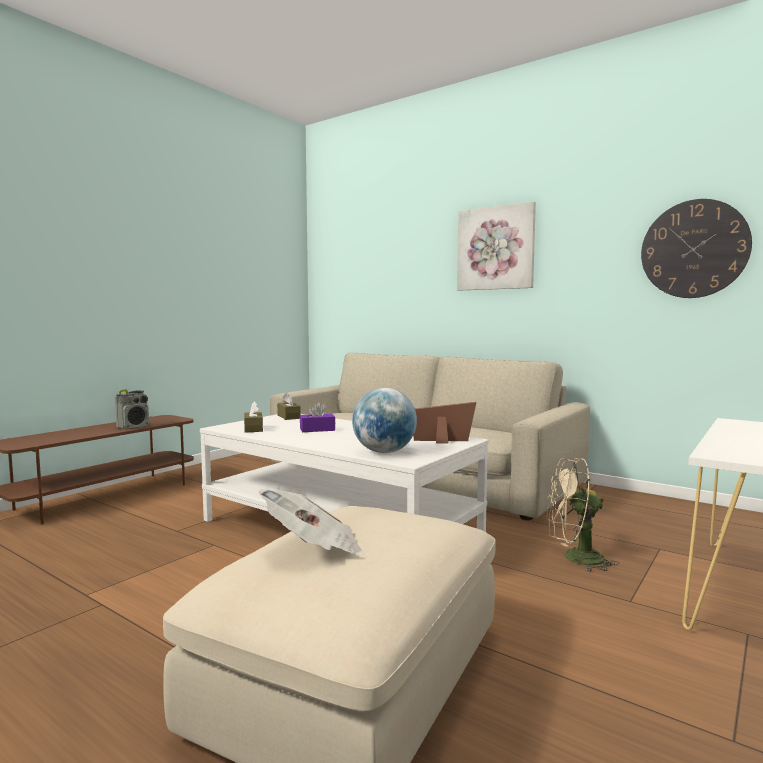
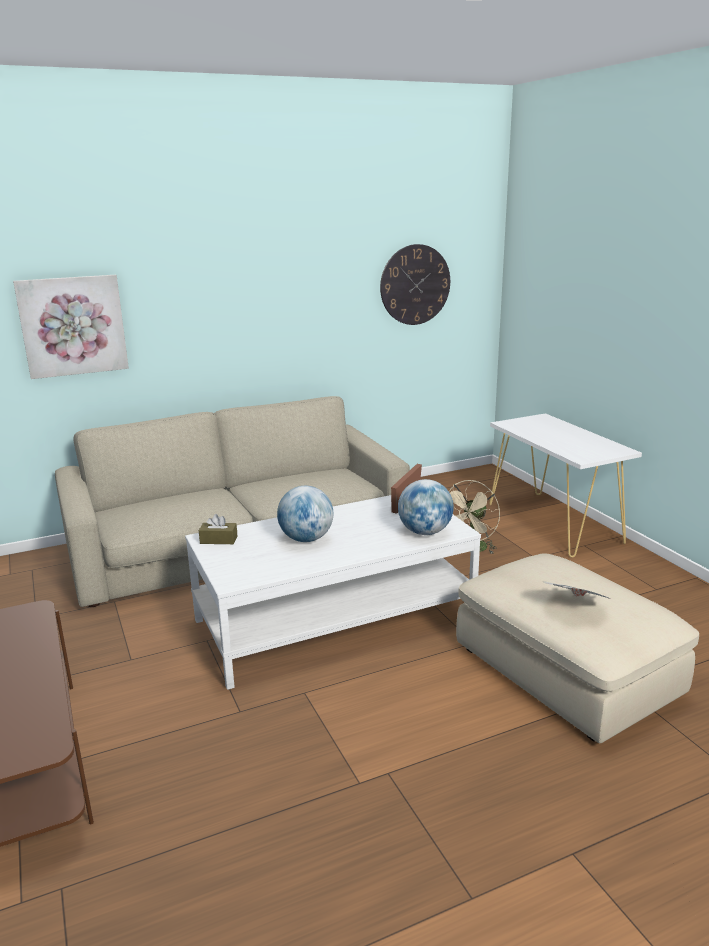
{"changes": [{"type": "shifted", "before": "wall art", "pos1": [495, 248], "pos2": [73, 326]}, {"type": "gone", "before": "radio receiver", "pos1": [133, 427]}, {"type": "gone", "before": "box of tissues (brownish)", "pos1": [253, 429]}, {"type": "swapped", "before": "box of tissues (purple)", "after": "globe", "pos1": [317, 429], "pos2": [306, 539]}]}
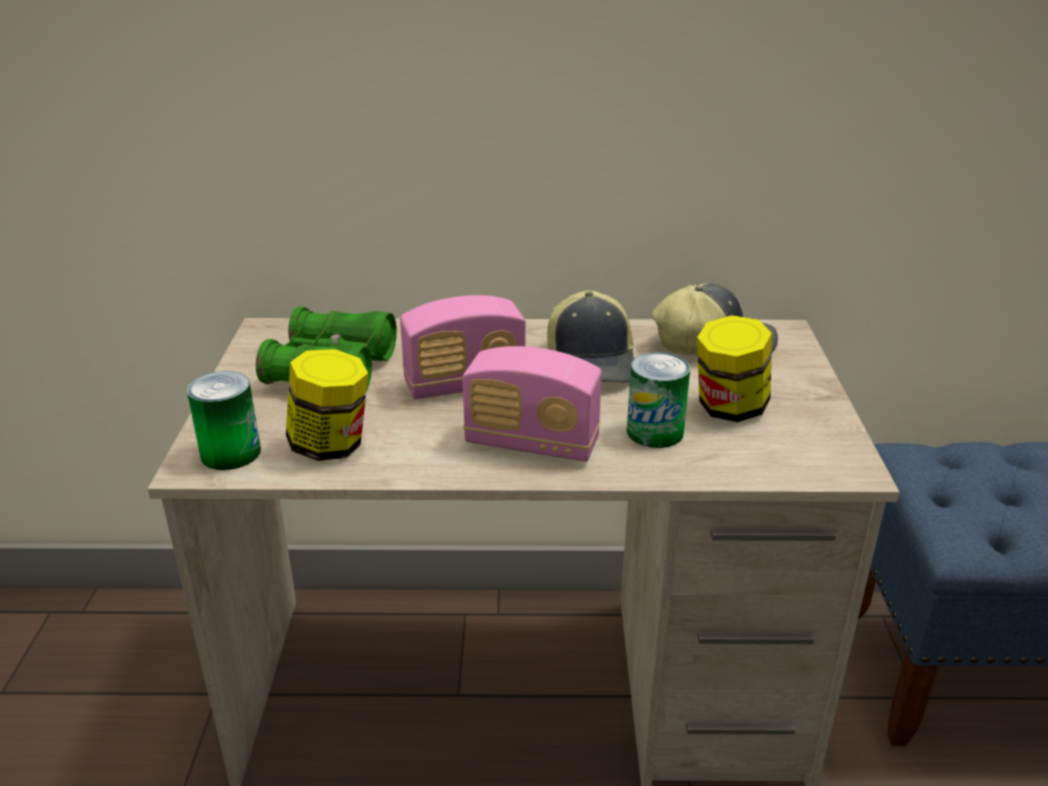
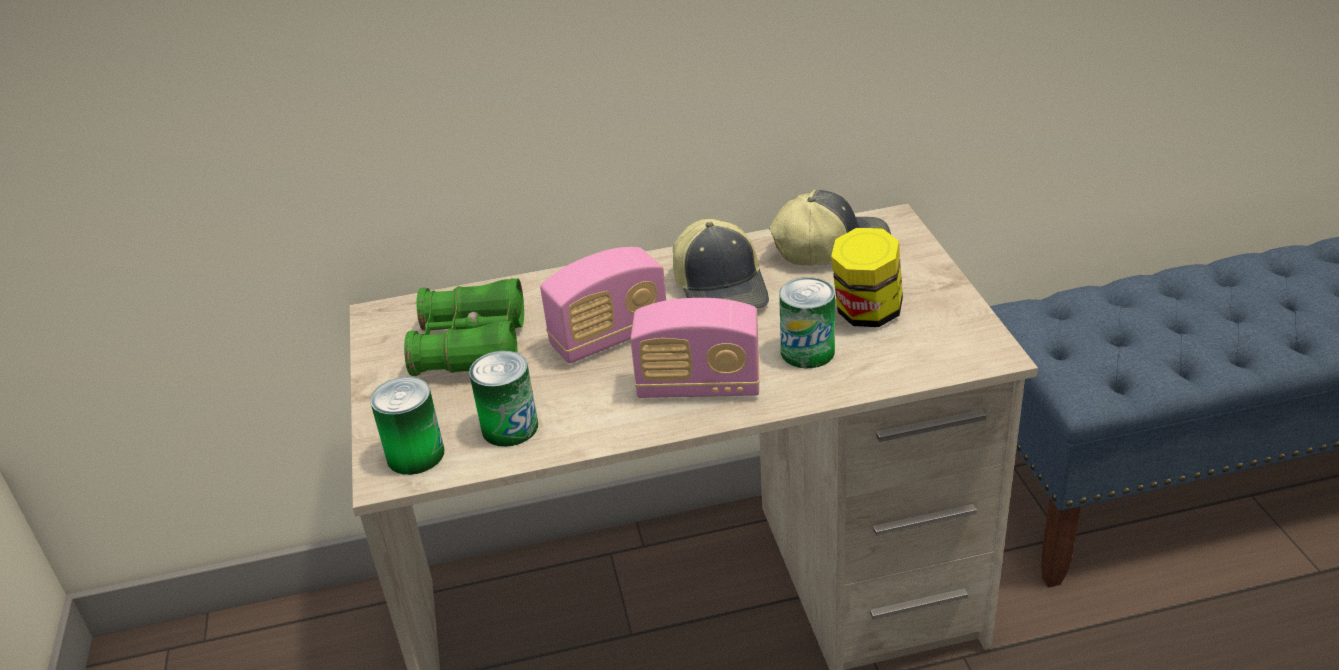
{"changes": [{"type": "swapped", "before": "jar", "after": "metal can", "pos1": [331, 446], "pos2": [510, 427]}]}
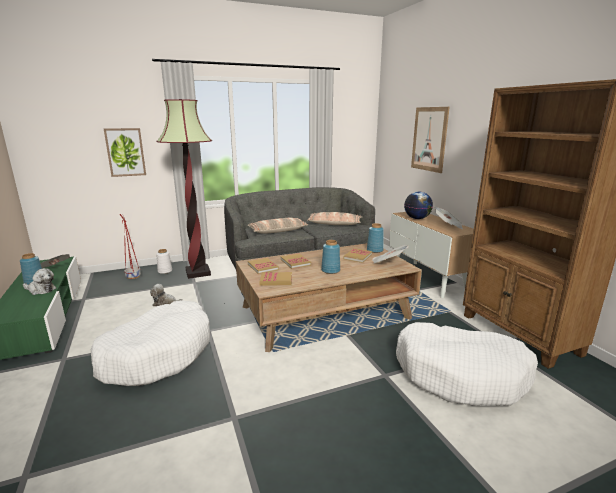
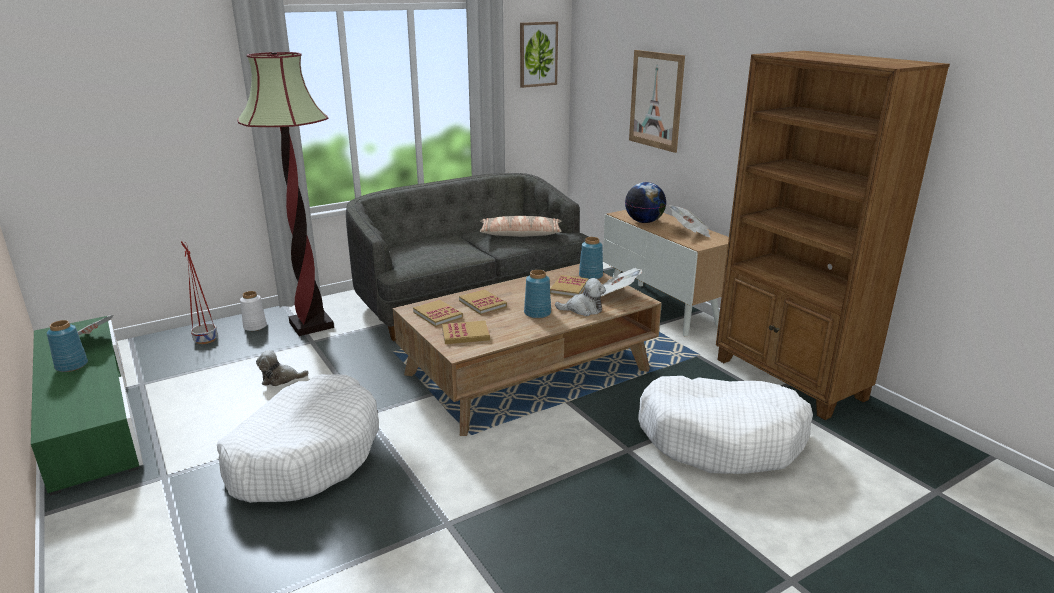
{"changes": [{"type": "shifted", "before": "wall art", "pos1": [125, 152], "pos2": [538, 54]}, {"type": "gone", "before": "pillow", "pos1": [277, 231]}, {"type": "shifted", "before": "cuddly toy", "pos1": [40, 290], "pos2": [583, 309]}]}
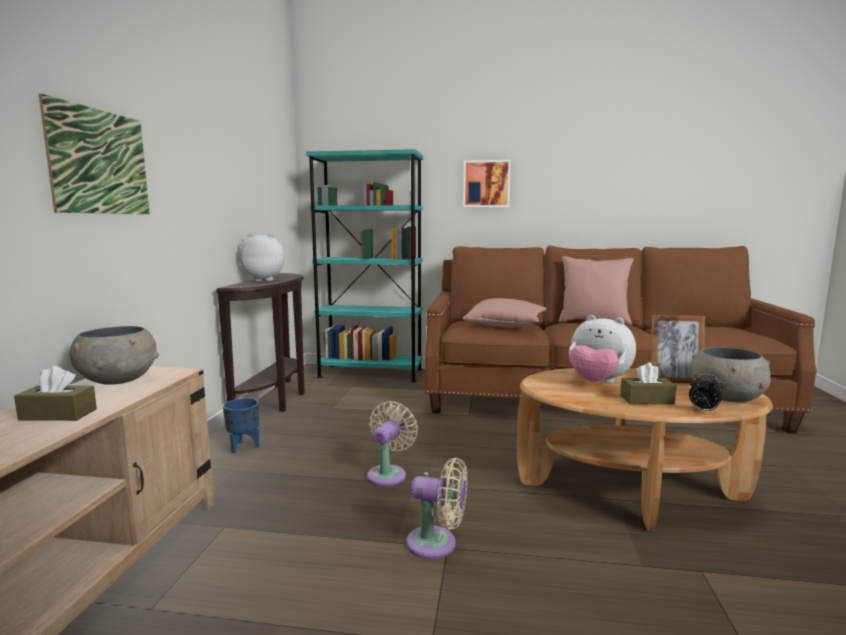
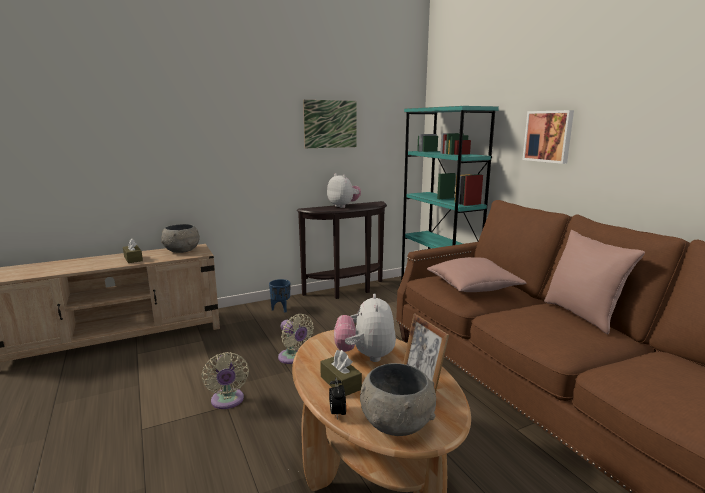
{"changes": [{"type": "shifted", "before": "wall art", "pos1": [100, 162], "pos2": [330, 124]}, {"type": "rotated", "before": "electric fan (beige)", "pos1": [388, 474], "pos2": [293, 358], "turn": 60}]}
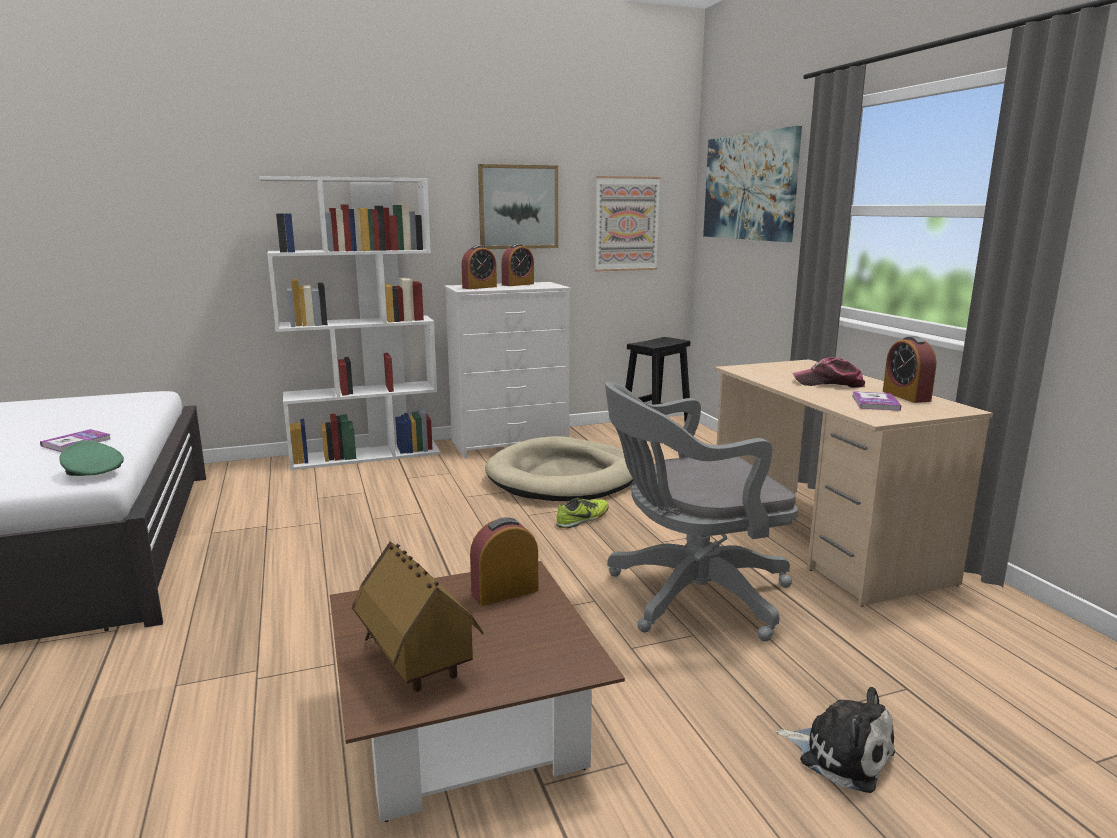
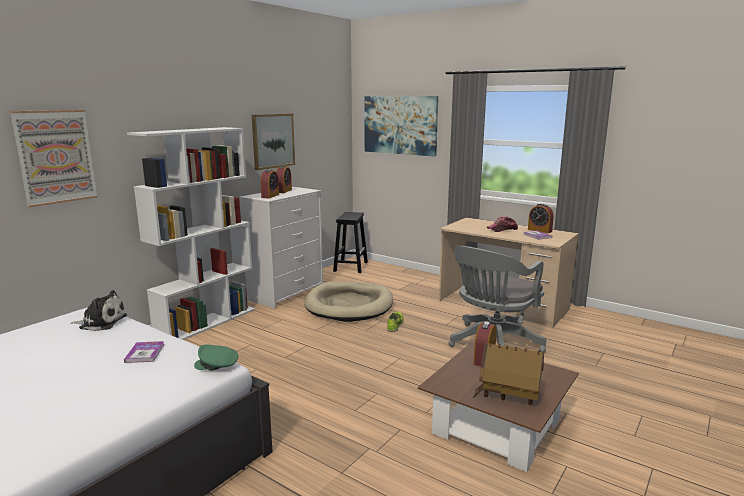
{"changes": [{"type": "shifted", "before": "wall art", "pos1": [626, 224], "pos2": [56, 157]}, {"type": "shifted", "before": "cuddly toy", "pos1": [840, 754], "pos2": [101, 322]}]}
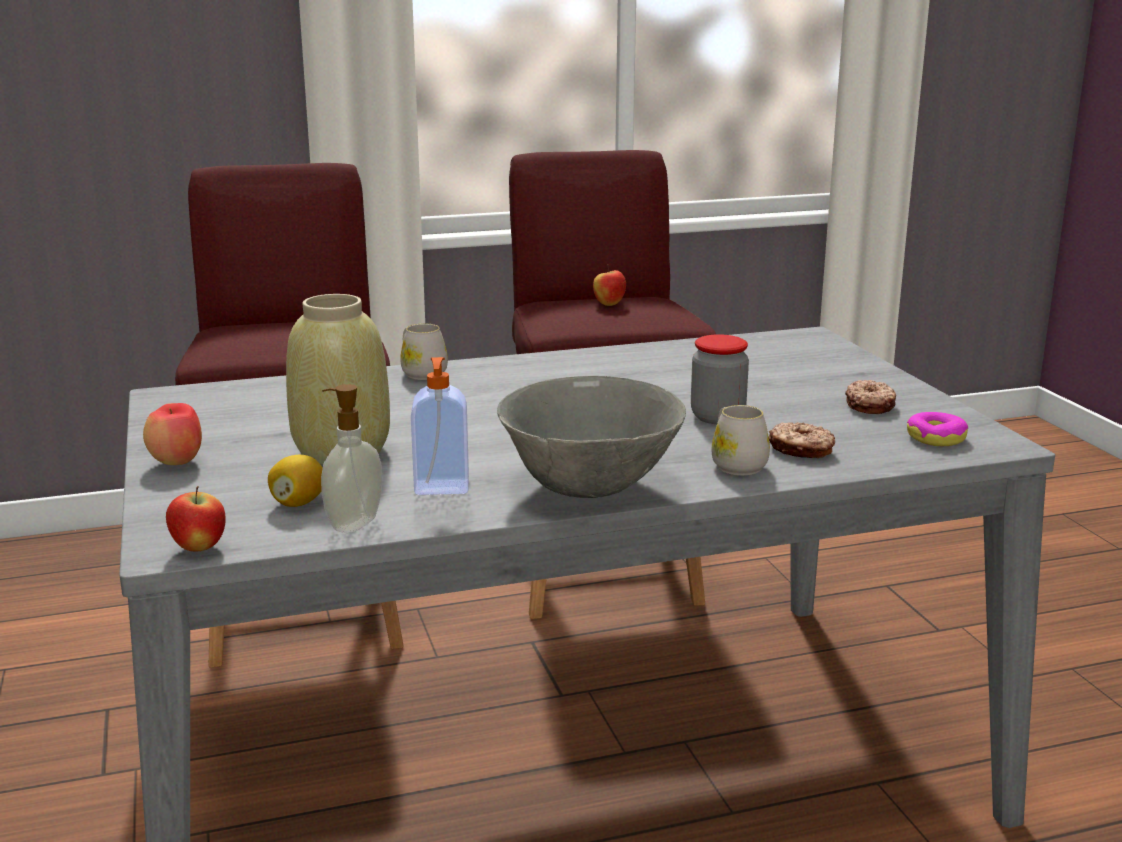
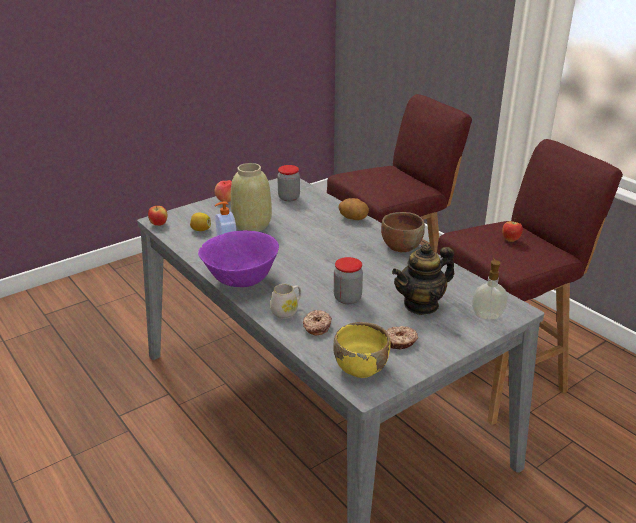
{"changes": [{"type": "swapped", "before": "mug (white-coloured)", "after": "potato", "pos1": [421, 373], "pos2": [353, 218]}, {"type": "repainted", "before": "deep dish (gray)", "after": "deep dish (purple)", "pos1": [591, 488], "pos2": [241, 281]}, {"type": "shifted", "before": "soap bottle", "pos1": [352, 523], "pos2": [487, 315]}, {"type": "swapped", "before": "doughnut", "after": "deep dish (yellow)", "pos1": [936, 438], "pos2": [361, 367]}, {"type": "new", "after": "jar", "pos2": [289, 198]}, {"type": "new", "after": "deep dish (brownish)", "pos2": [401, 246]}, {"type": "new", "after": "tea pot", "pos2": [421, 305]}]}
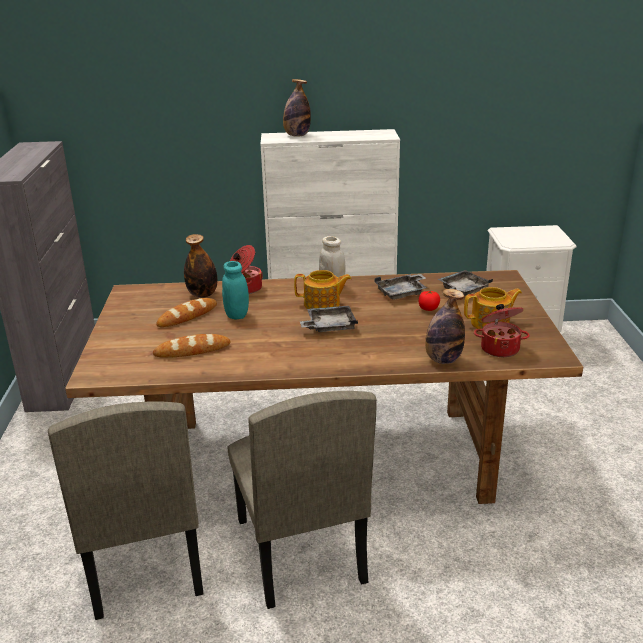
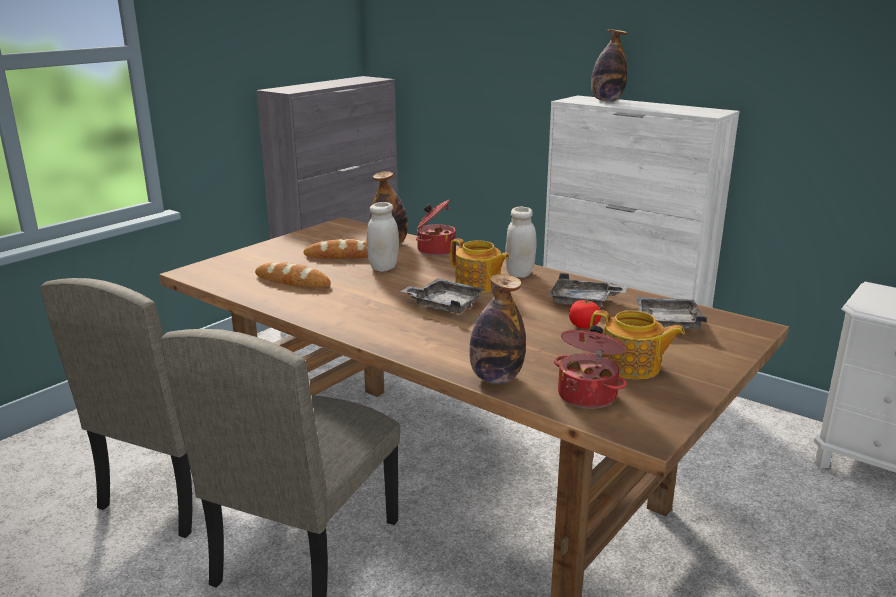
{"changes": [{"type": "repainted", "before": "jar (blue-green)", "after": "jar (white-coloured)", "pos1": [236, 315], "pos2": [383, 267]}]}
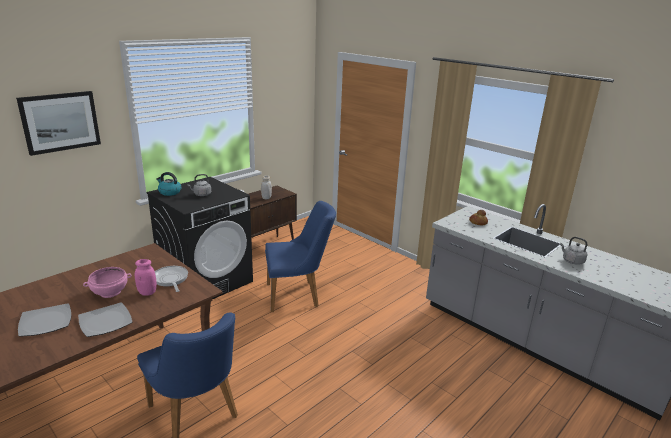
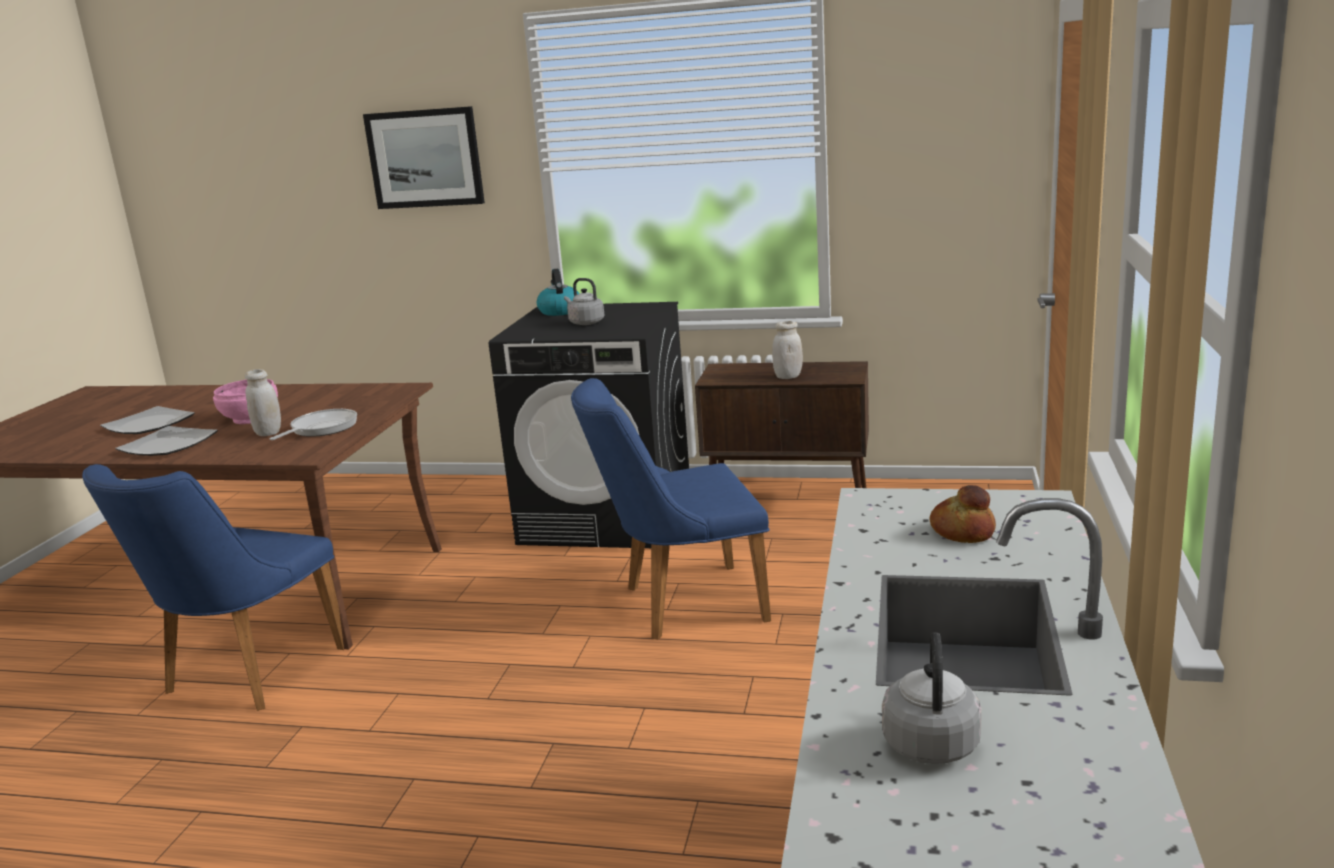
{"changes": [{"type": "rotated", "before": "chair (blue)", "pos1": [298, 295], "pos2": [680, 604], "turn": 120}, {"type": "repainted", "before": "jar (pink-coloured)", "after": "jar (white-coloured)", "pos1": [147, 292], "pos2": [268, 433]}]}
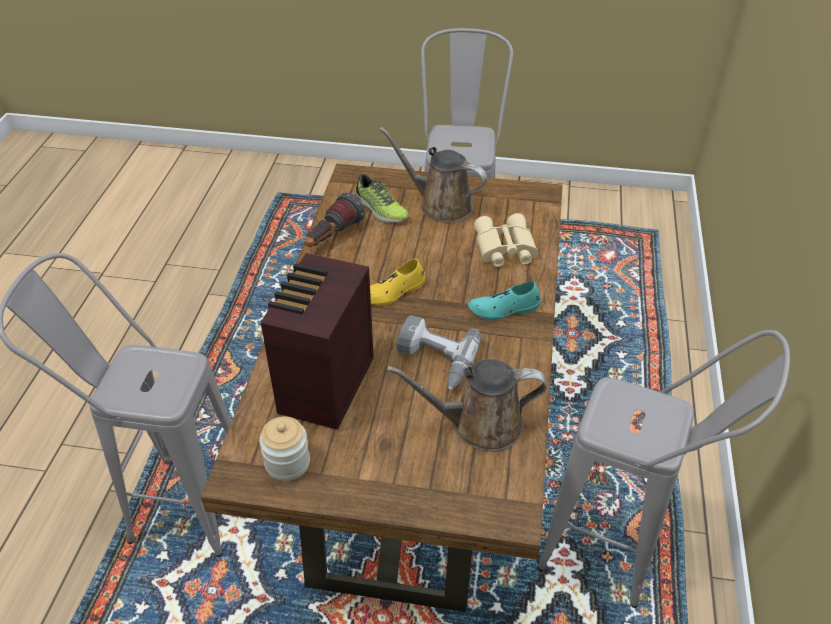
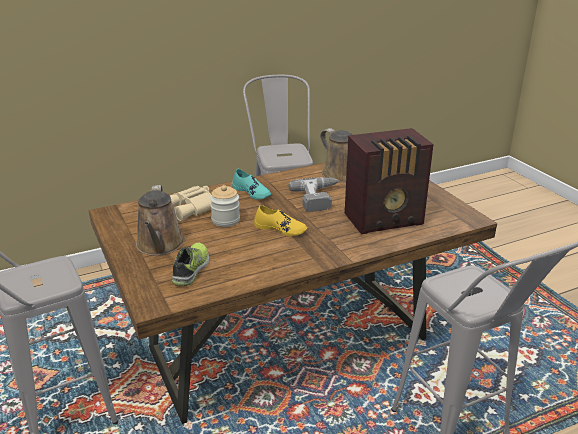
{"changes": [{"type": "gone", "before": "flashlight", "pos1": [332, 237]}, {"type": "shifted", "before": "jar", "pos1": [287, 463], "pos2": [225, 220]}]}
